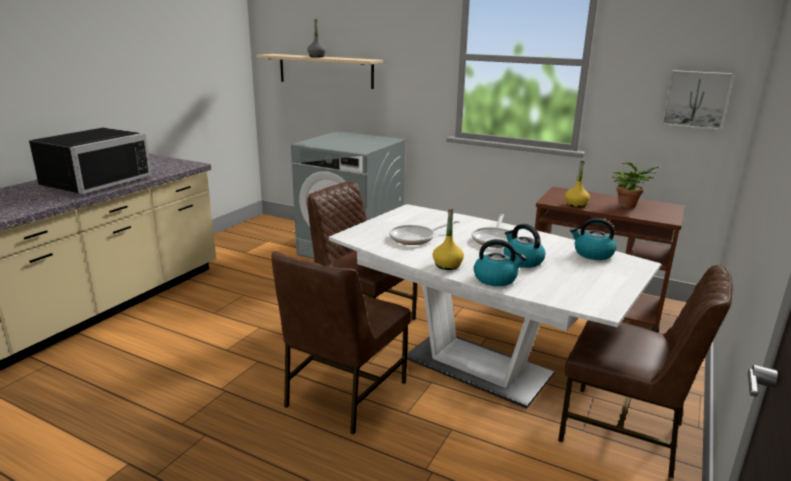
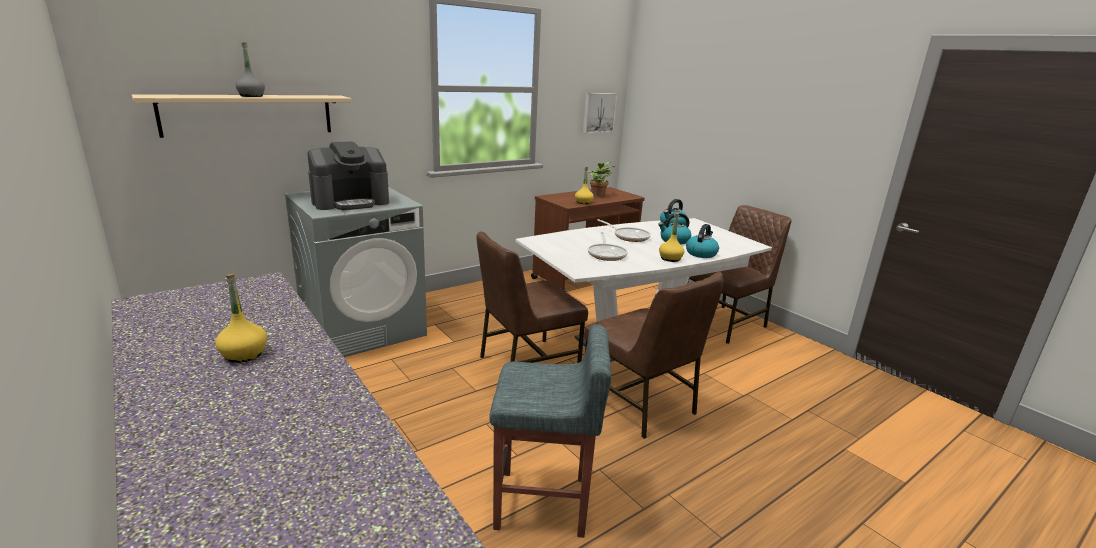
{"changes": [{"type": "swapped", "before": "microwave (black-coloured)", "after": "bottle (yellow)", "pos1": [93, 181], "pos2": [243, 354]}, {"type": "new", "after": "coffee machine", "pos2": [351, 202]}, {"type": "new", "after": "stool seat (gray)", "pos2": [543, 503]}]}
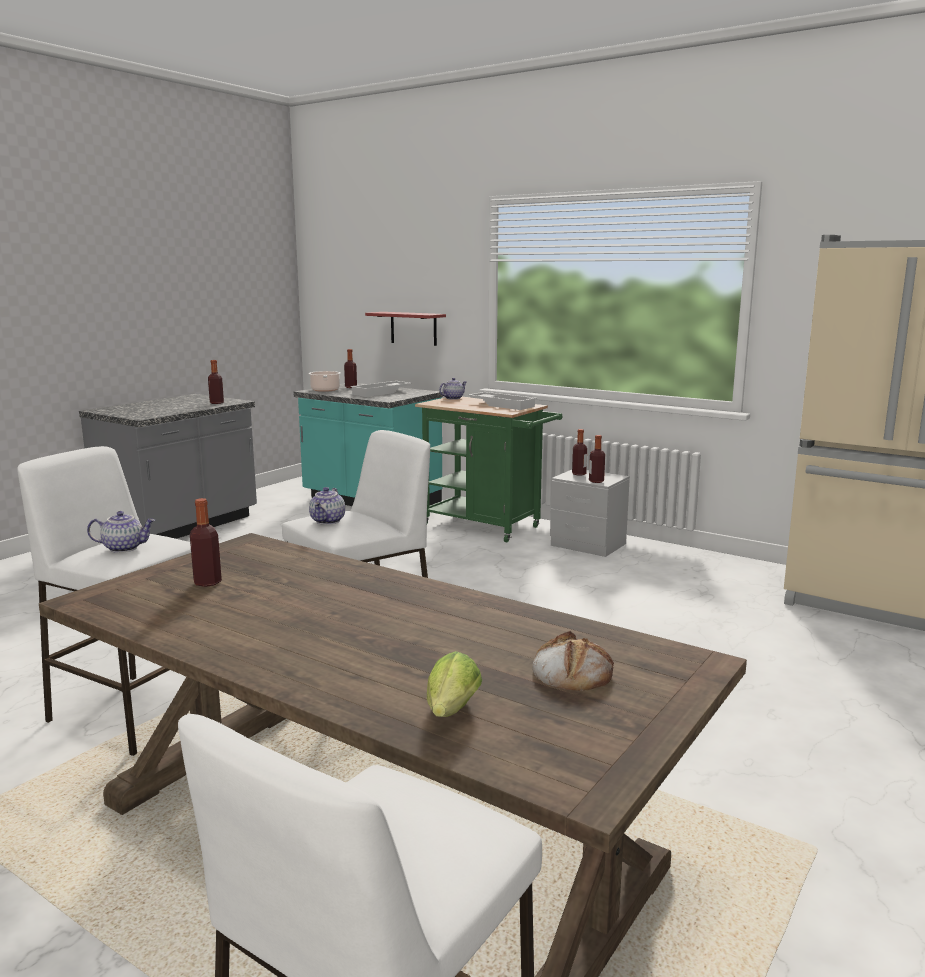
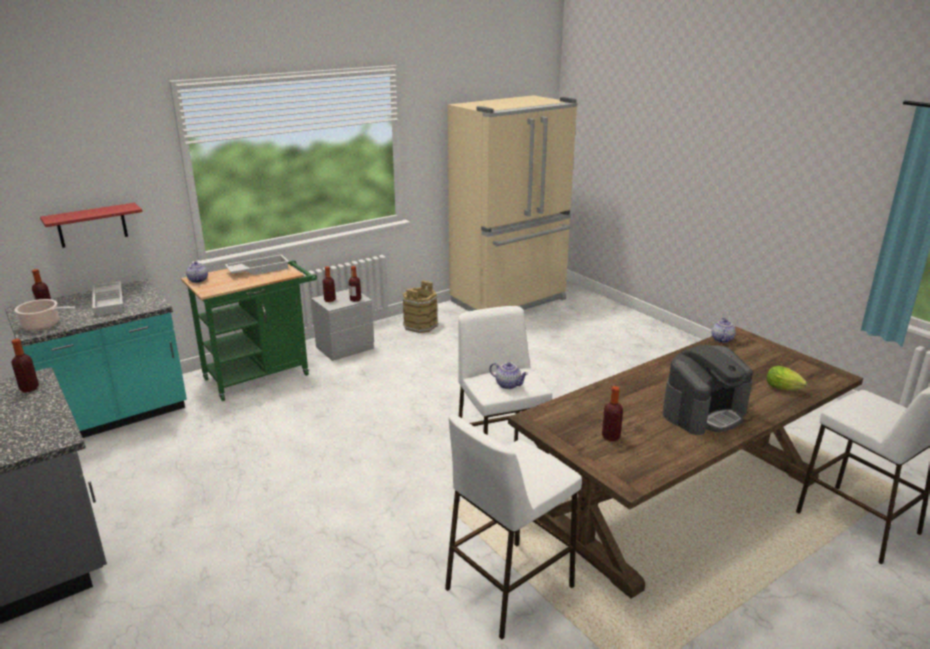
{"changes": [{"type": "shifted", "before": "tea pot", "pos1": [124, 548], "pos2": [721, 339]}, {"type": "gone", "before": "bakery bread", "pos1": [571, 671]}, {"type": "new", "after": "pail (brownish)", "pos2": [420, 326]}, {"type": "new", "after": "coffee machine", "pos2": [704, 413]}]}
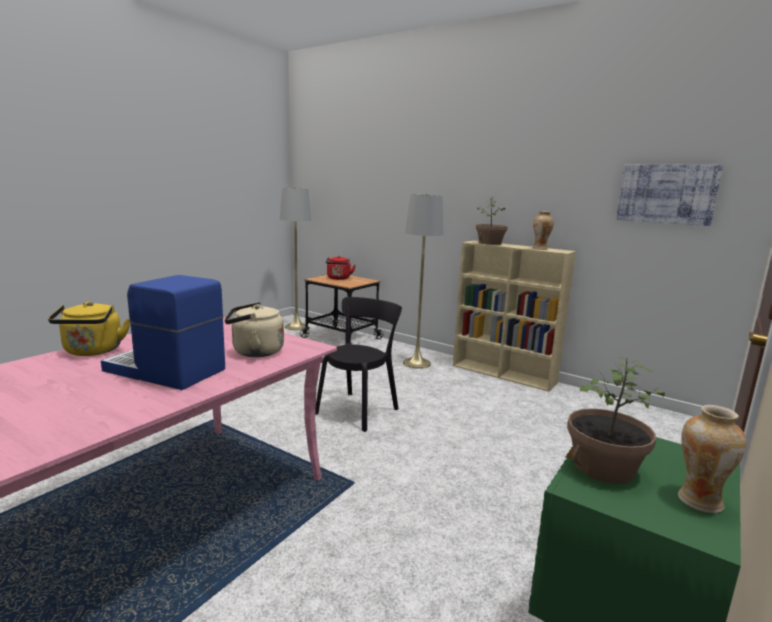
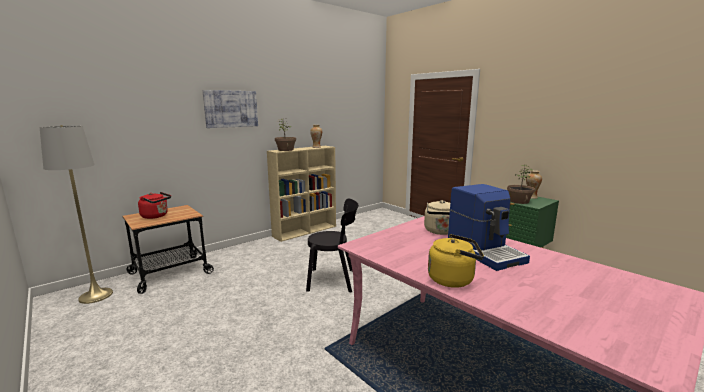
{"changes": [{"type": "shifted", "before": "wall art", "pos1": [666, 194], "pos2": [231, 109]}, {"type": "gone", "before": "standard lamp (gray)", "pos1": [416, 363]}, {"type": "rotated", "before": "coffee machine", "pos1": [164, 371], "pos2": [485, 252], "turn": -60}, {"type": "rotated", "before": "chair (black-coloured)", "pos1": [359, 409], "pos2": [334, 280], "turn": 135}]}
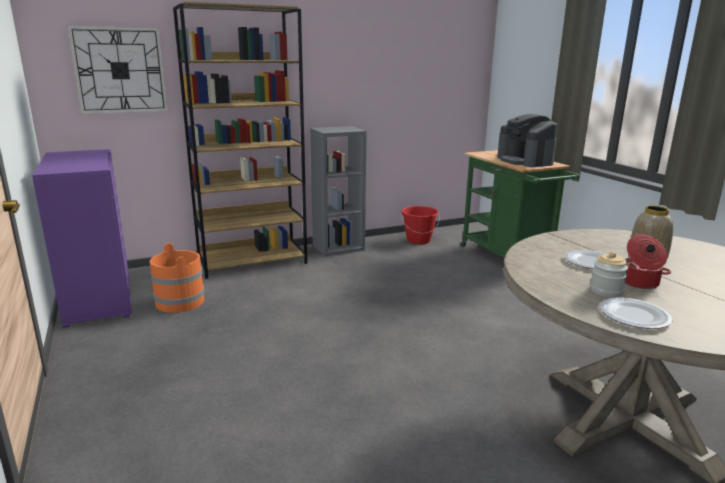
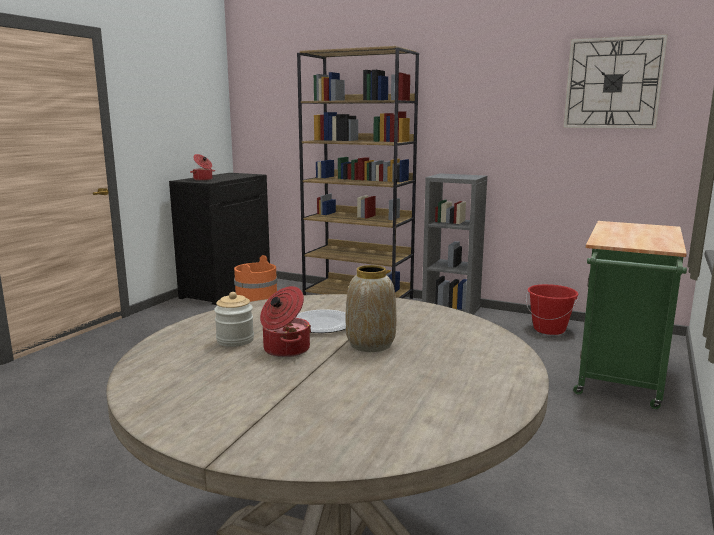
{"changes": [{"type": "shifted", "before": "wall clock", "pos1": [120, 70], "pos2": [613, 83]}, {"type": "gone", "before": "coffee machine", "pos1": [525, 161]}, {"type": "repainted", "before": "cupboard (purple)", "after": "cupboard (black-coloured)", "pos1": [97, 298], "pos2": [226, 289]}, {"type": "gone", "before": "flat dish", "pos1": [634, 315]}, {"type": "new", "after": "saucepot", "pos2": [203, 179]}]}
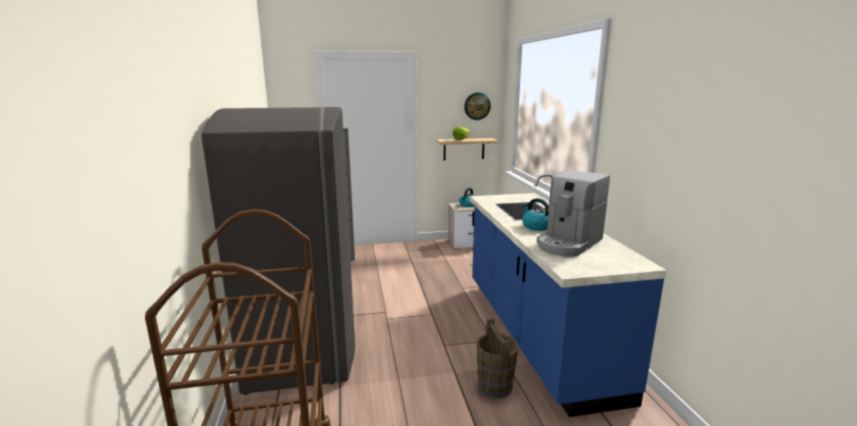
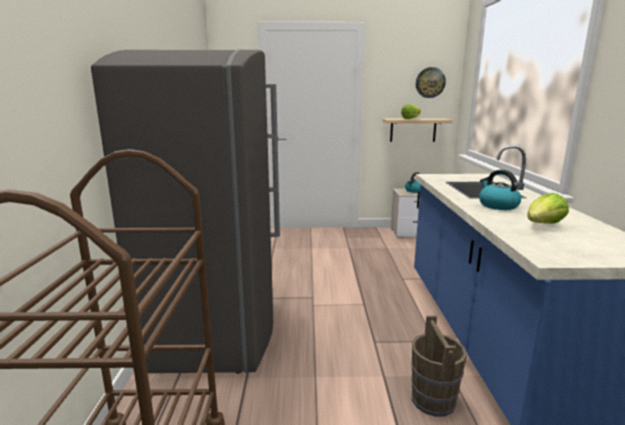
{"changes": [{"type": "swapped", "before": "coffee machine", "after": "lettuce", "pos1": [568, 243], "pos2": [543, 225]}]}
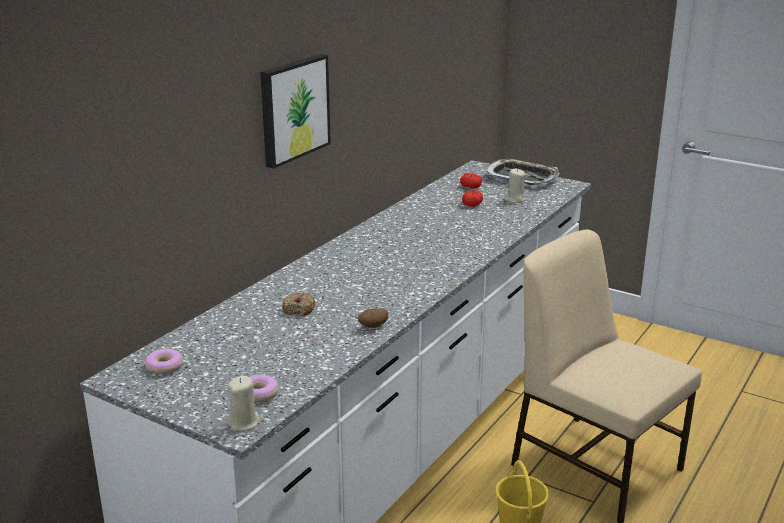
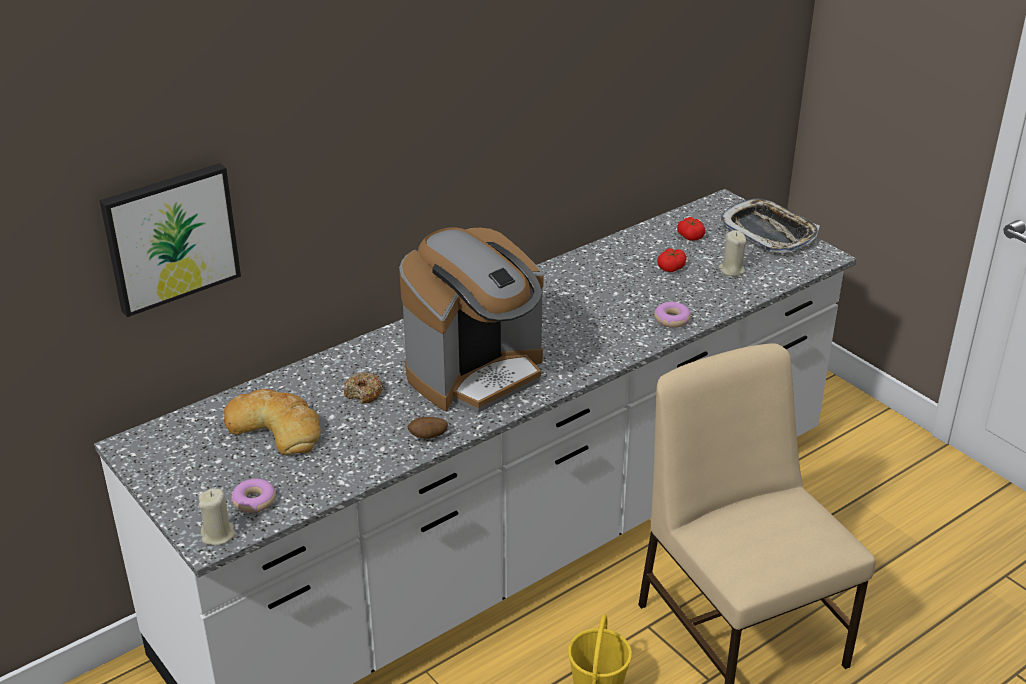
{"changes": [{"type": "shifted", "before": "wall art", "pos1": [293, 109], "pos2": [170, 237]}, {"type": "shifted", "before": "doughnut", "pos1": [164, 367], "pos2": [672, 319]}, {"type": "new", "after": "coffee machine", "pos2": [476, 373]}, {"type": "new", "after": "bakery bread", "pos2": [276, 427]}]}
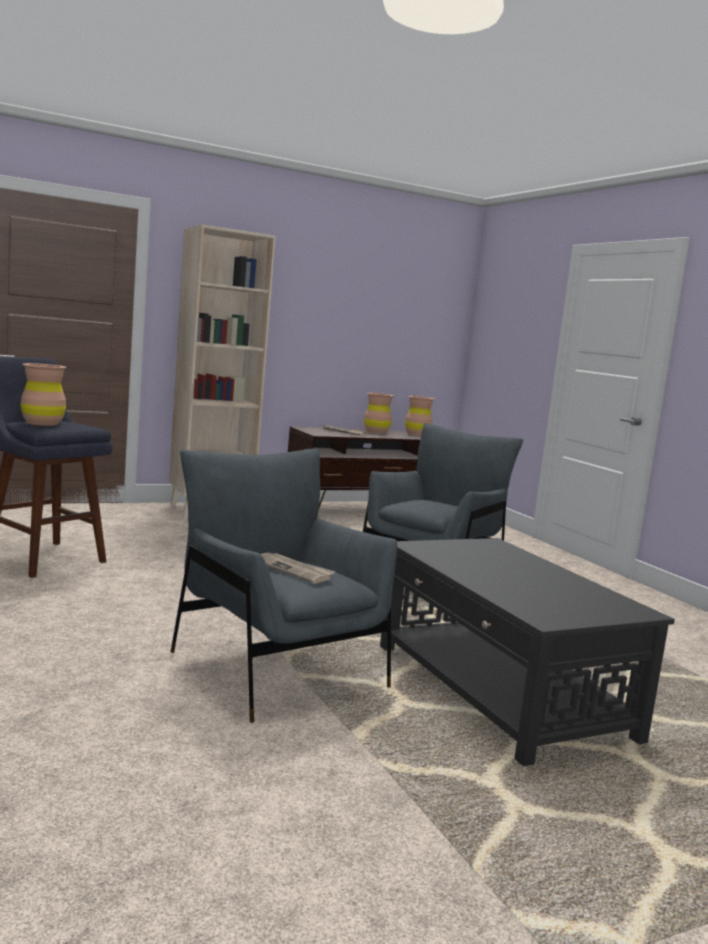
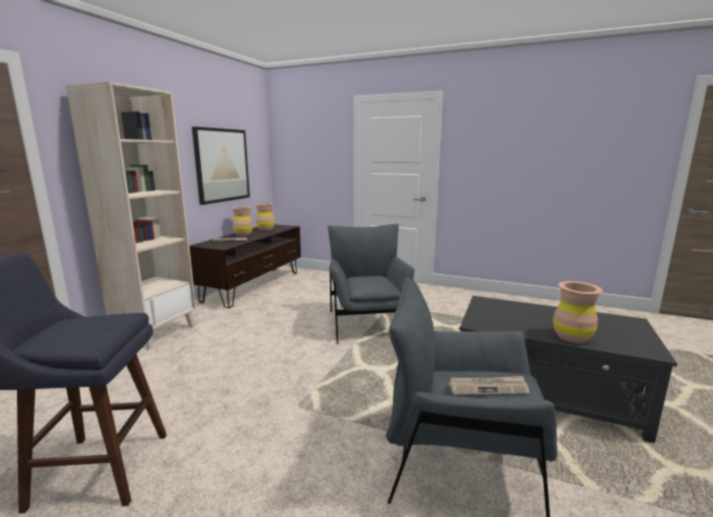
{"changes": [{"type": "shifted", "before": "flower vase (brownish)", "pos1": [42, 423], "pos2": [572, 337]}, {"type": "new", "after": "wall art", "pos2": [222, 165]}]}
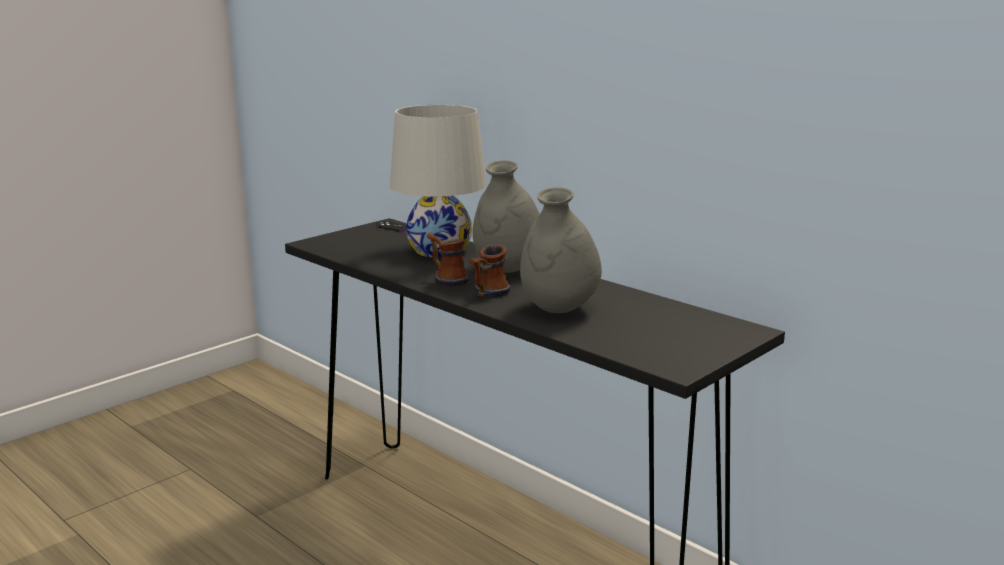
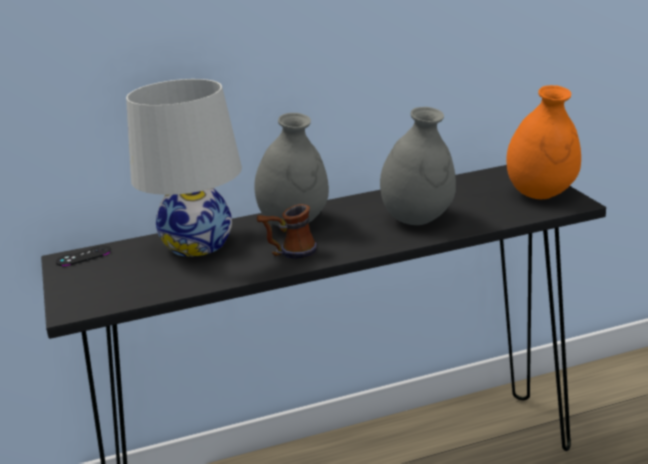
{"changes": [{"type": "gone", "before": "mug", "pos1": [487, 294]}, {"type": "new", "after": "flower vase (orangey)", "pos2": [542, 194]}]}
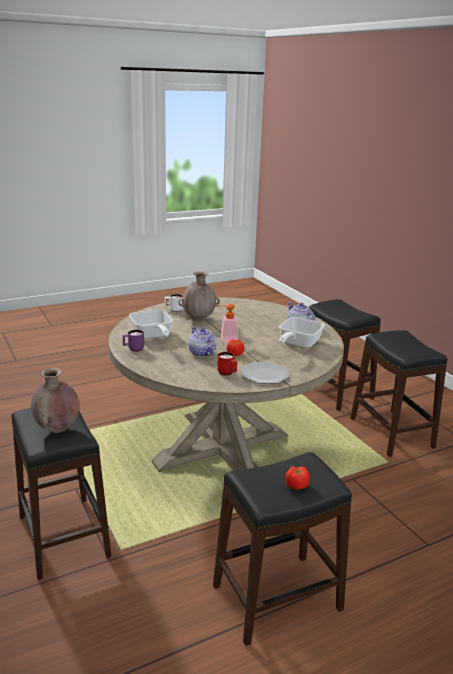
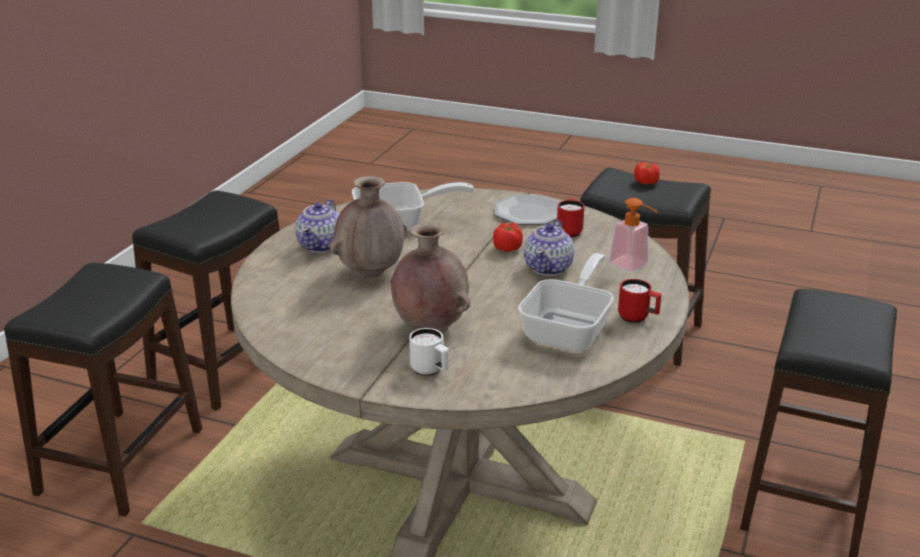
{"changes": [{"type": "shifted", "before": "soap bottle", "pos1": [225, 340], "pos2": [634, 266]}, {"type": "repainted", "before": "mug (purple)", "after": "mug (red-coloured)", "pos1": [133, 349], "pos2": [638, 318]}, {"type": "shifted", "before": "flower vase (brownish)", "pos1": [57, 429], "pos2": [371, 272]}]}
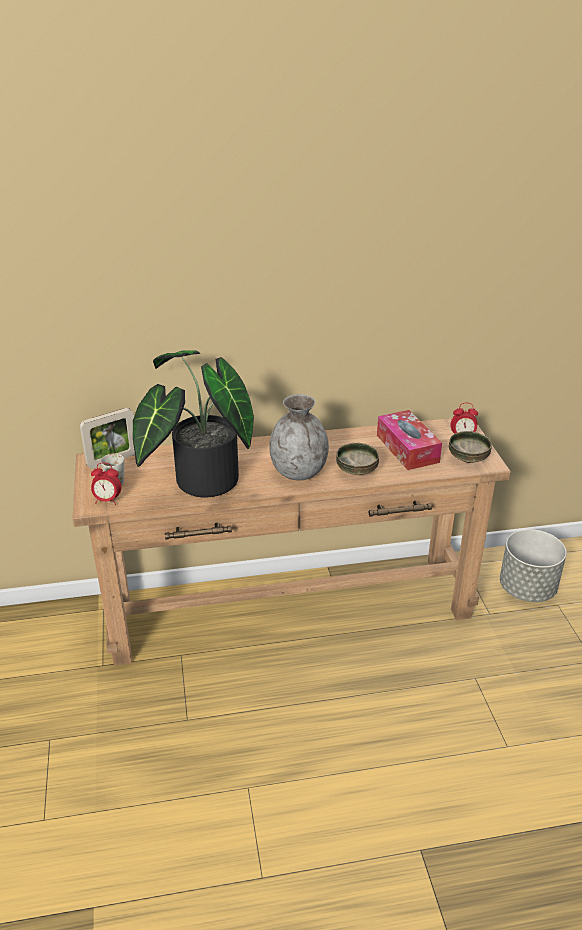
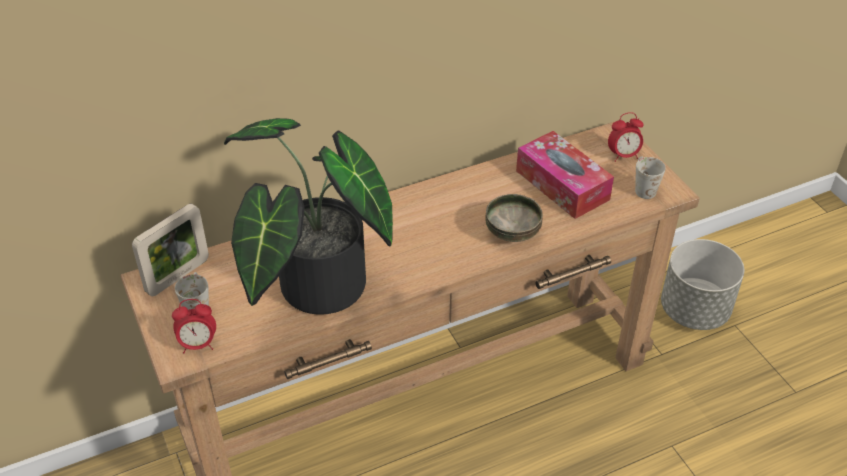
{"changes": [{"type": "gone", "before": "flower vase (gray)", "pos1": [299, 472]}, {"type": "swapped", "before": "deep dish", "after": "mug (white-coloured)", "pos1": [468, 459], "pos2": [642, 187]}]}
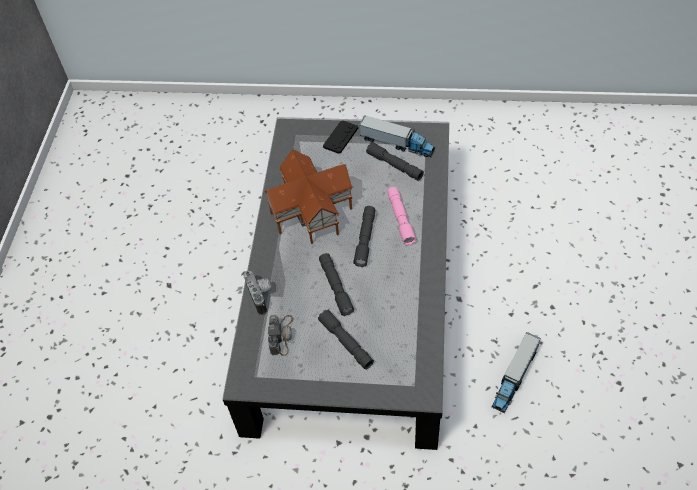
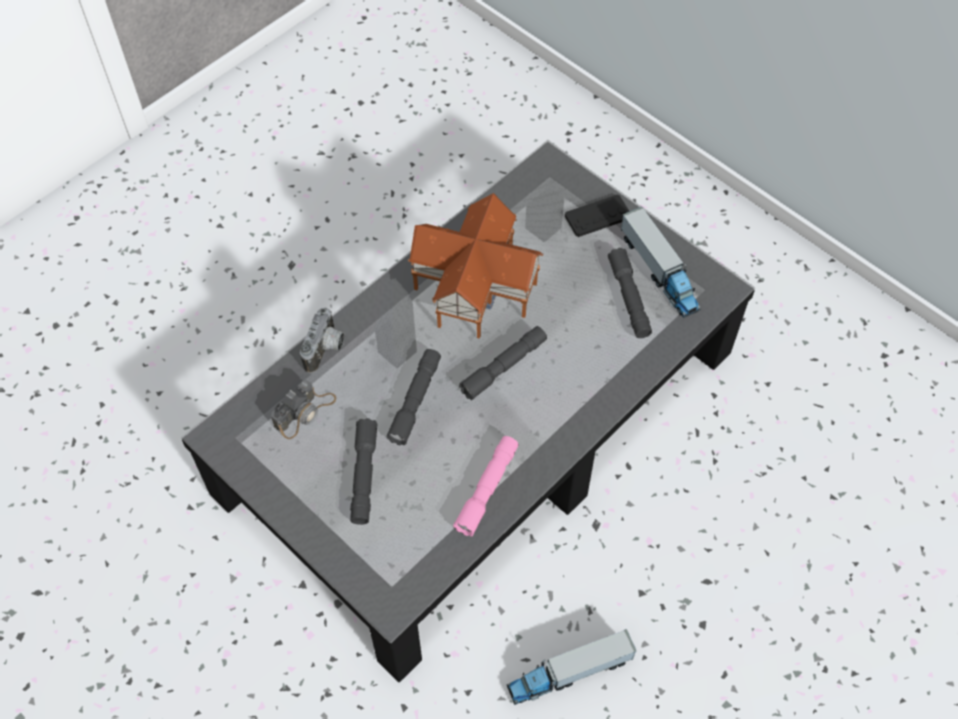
{"changes": [{"type": "shifted", "before": "flashlight (pink-coloured)", "pos1": [400, 219], "pos2": [487, 489]}]}
